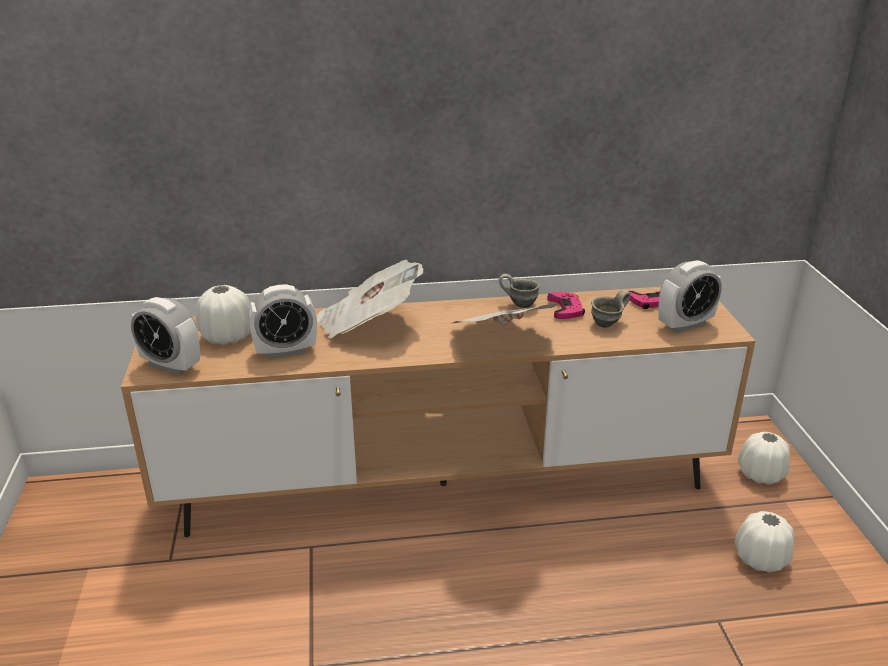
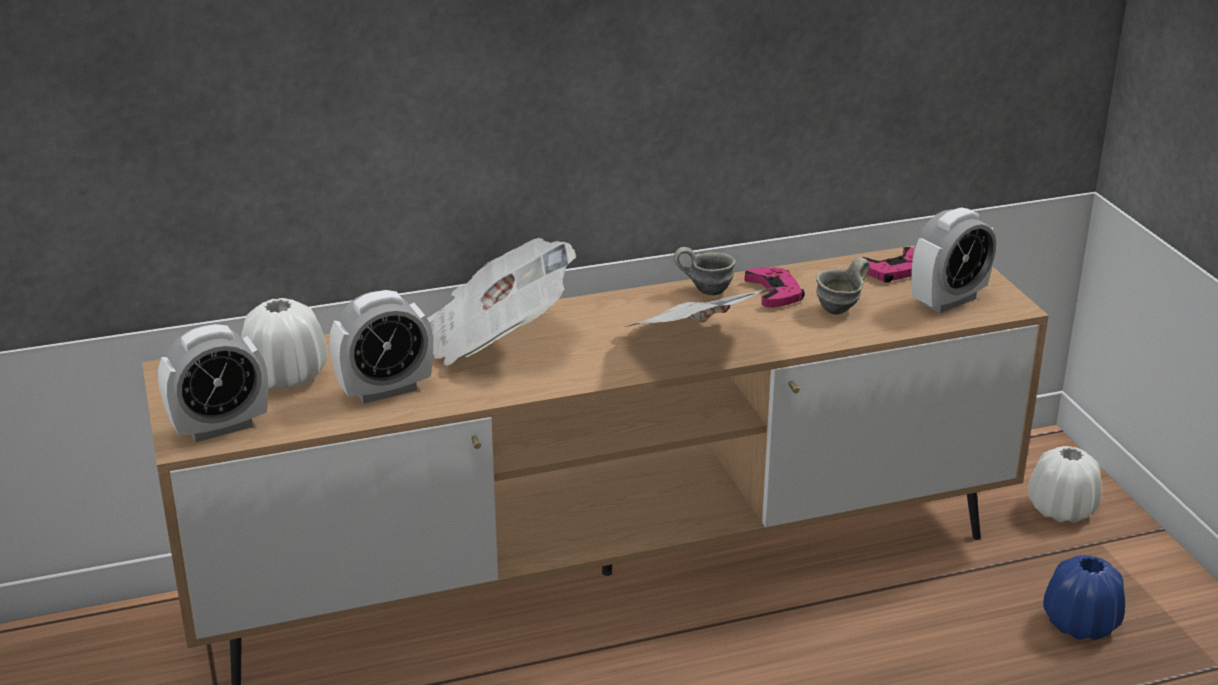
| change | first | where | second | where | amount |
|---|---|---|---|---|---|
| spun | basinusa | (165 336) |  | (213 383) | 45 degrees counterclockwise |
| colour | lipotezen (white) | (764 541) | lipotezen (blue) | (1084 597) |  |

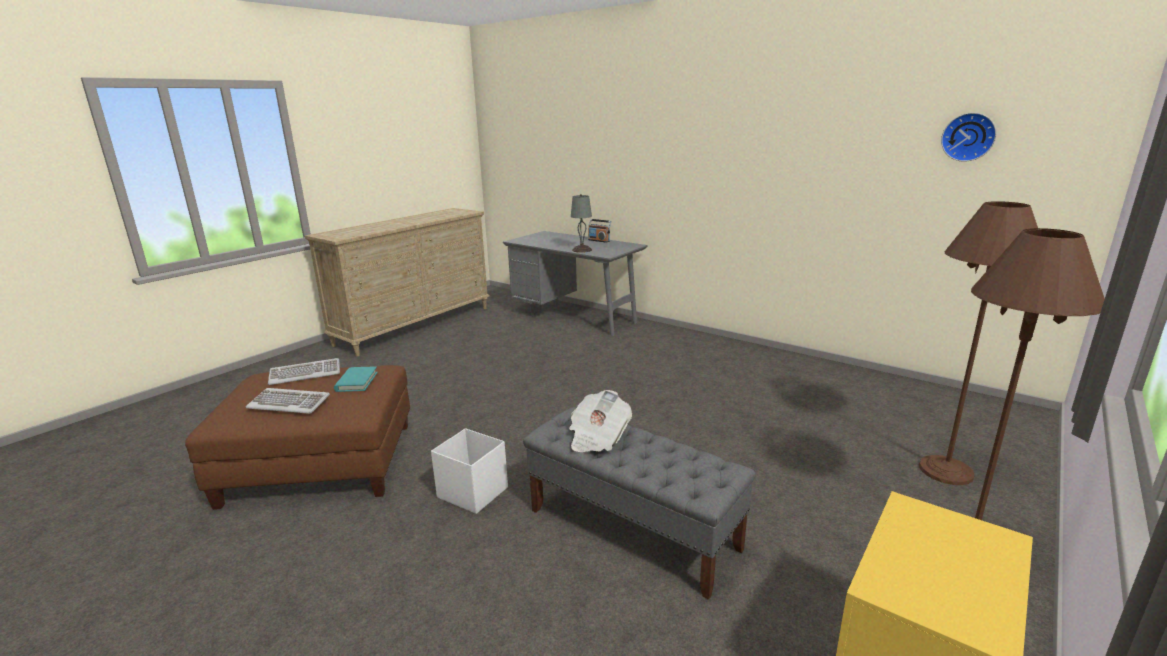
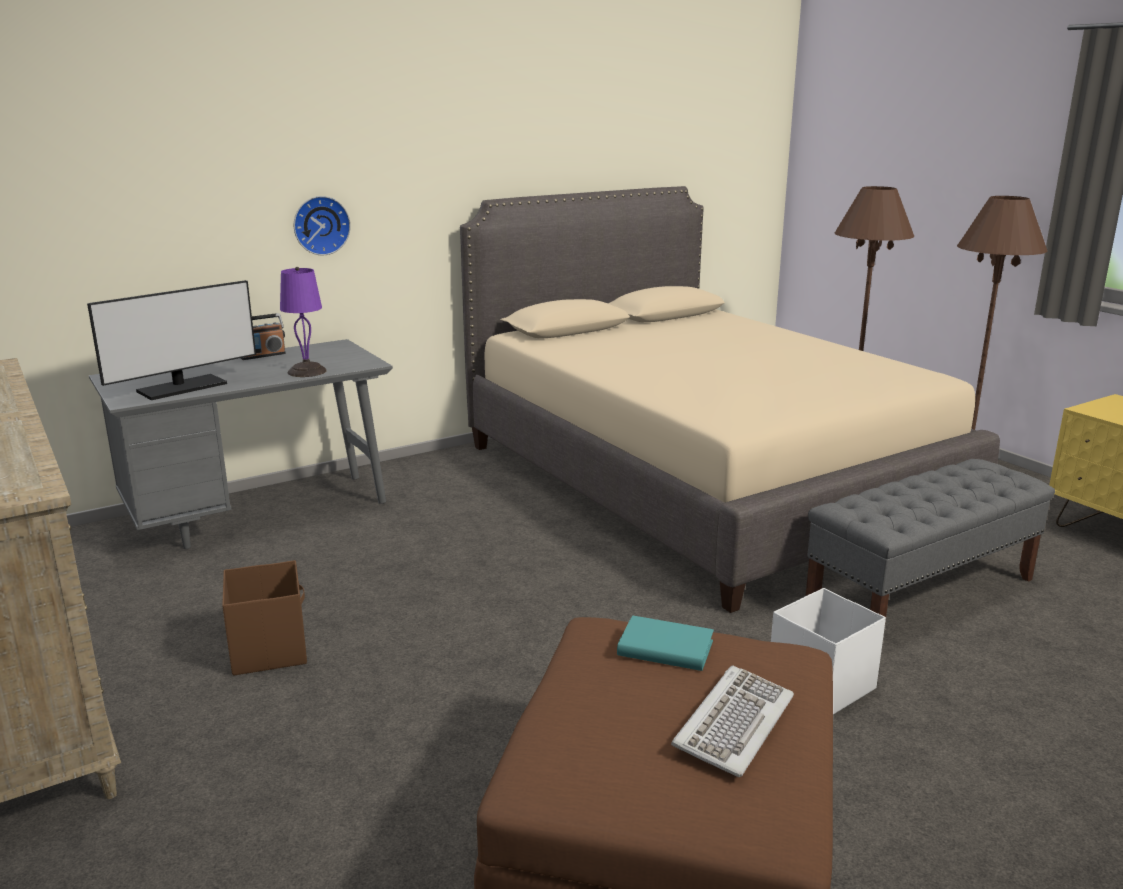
| change | first | where | second | where | amount |
|---|---|---|---|---|---|
| appeared |  |  | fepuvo | (171 340) |  |
| appeared |  |  | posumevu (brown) | (264 618) |  |
| colour | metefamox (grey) | (581 223) | metefamox (purple) | (303 322) |  |
| relocated | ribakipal | (968 137) |  | (322 225) |  |
| appeared |  |  | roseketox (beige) | (730 399) |  |
| missing | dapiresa | (304 371) |  |  |  |
| missing | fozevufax | (600 421) |  |  |  |

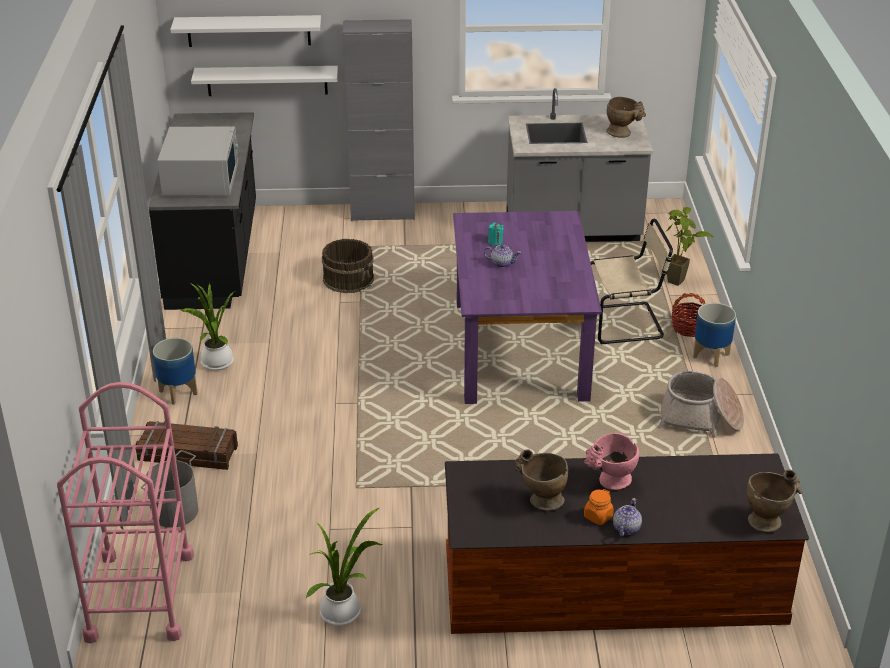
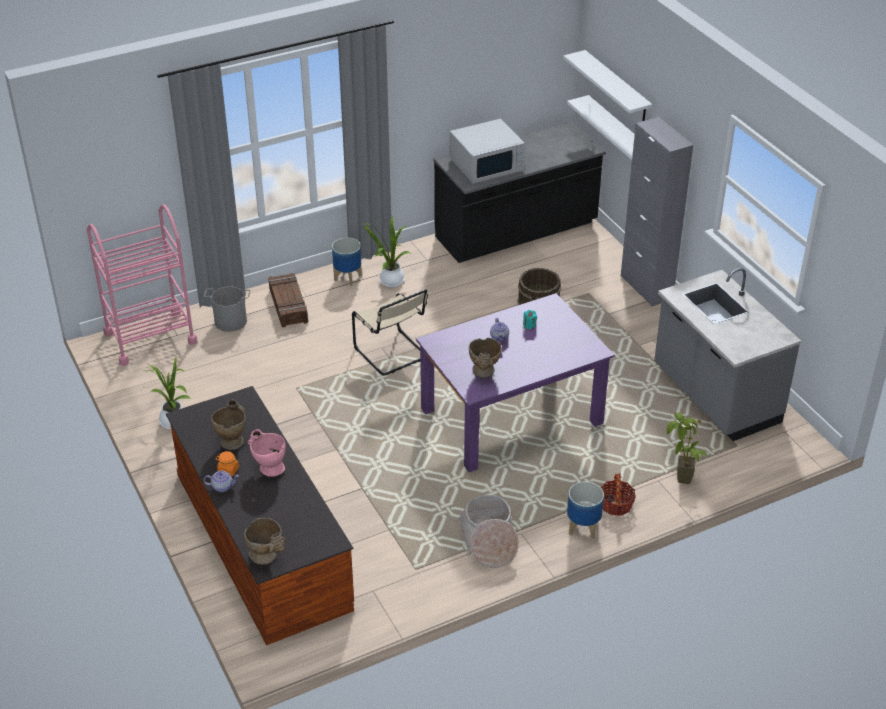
| change | first | where | second | where | amount |
|---|---|---|---|---|---|
| relocated | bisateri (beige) | (632 281) |  | (390 332) |  |
| relocated | lipotezen (beige) | (626 117) |  | (485 358) |  |

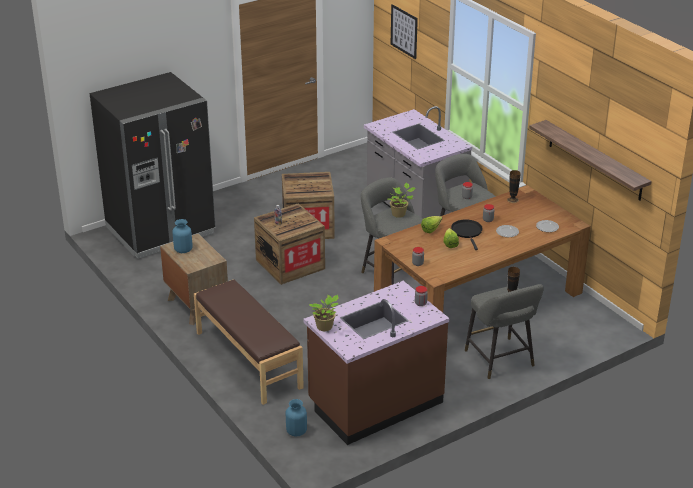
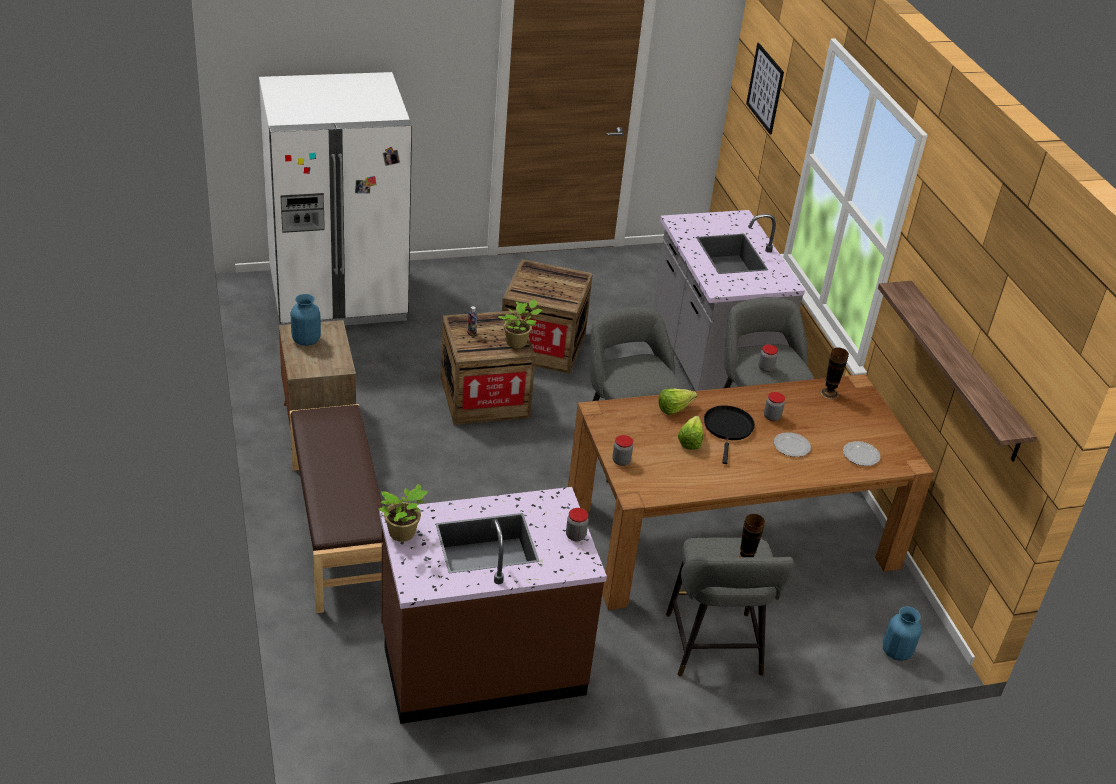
| change | first | where | second | where | amount |
|---|---|---|---|---|---|
| colour | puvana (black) | (153 165) | puvana (white) | (335 198) |  |
| relocated | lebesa | (401 200) |  | (520 323) |  |
| relocated | lipotezen (blue) | (296 418) |  | (902 633) |  |

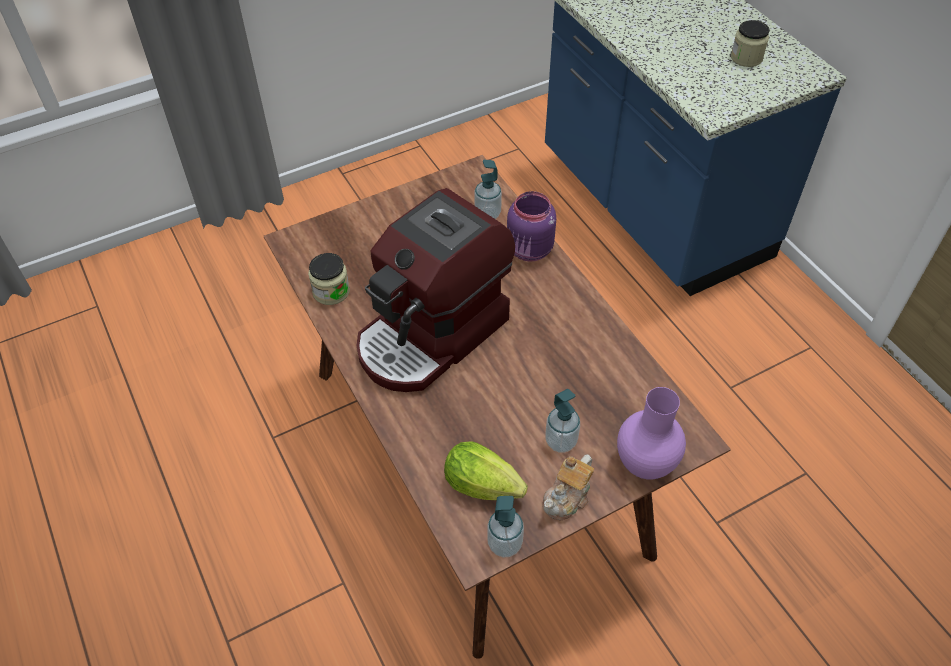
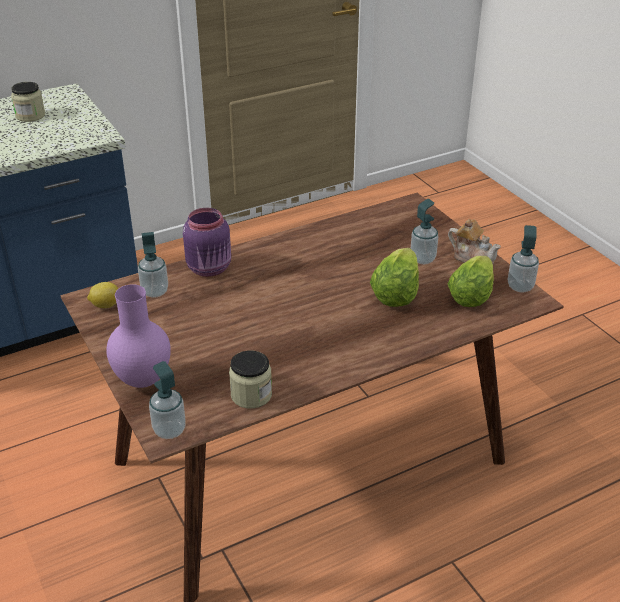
| change | first | where | second | where | amount |
|---|---|---|---|---|---|
| appeared |  |  | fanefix | (102 295) |  |
| relocated | lipotezen (purple) | (651 433) |  | (138 336) |  |
| appeared |  |  | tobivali | (167 400) |  |
| appeared |  |  | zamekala | (394 277) |  |
| missing | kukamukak | (435 290) |  |  |  |

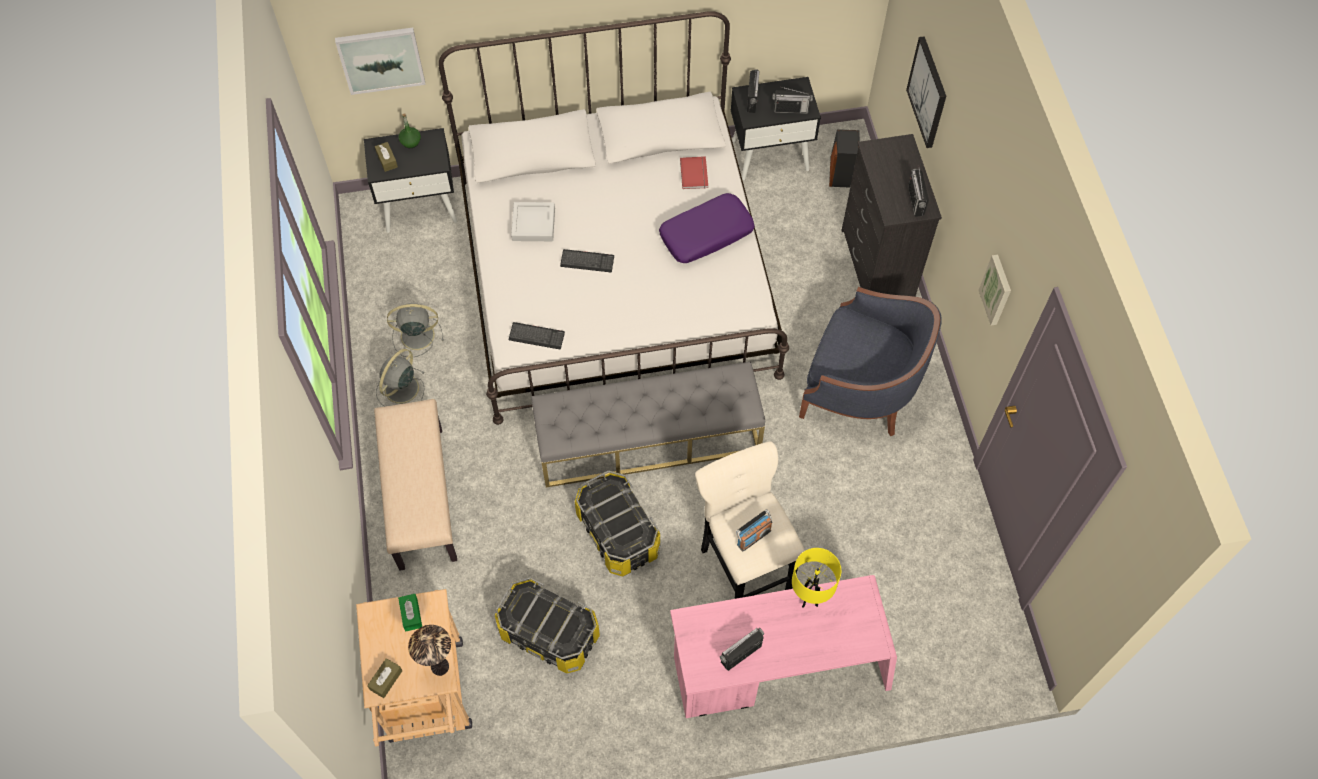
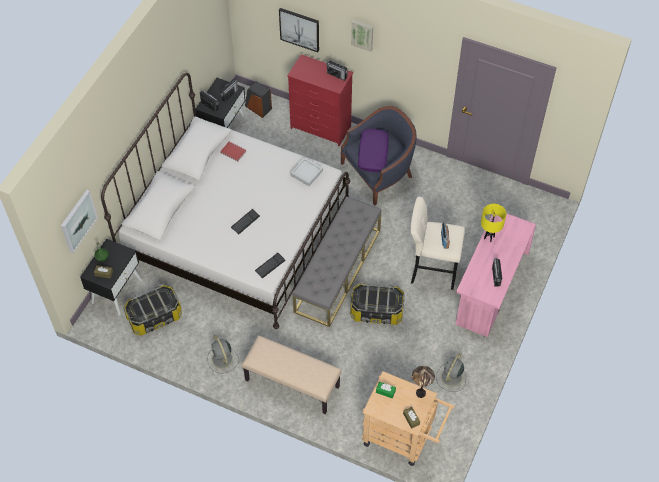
| change | first | where | second | where | amount |
|---|---|---|---|---|---|
| relocated | posumevu | (547 626) |  | (152 310) |  |
| colour | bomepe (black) | (891 215) | bomepe (red) | (320 100) |  |
| relocated | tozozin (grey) | (533 221) |  | (306 171) |  |
| relocated | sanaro | (994 290) |  | (362 36) |  |
| relocated | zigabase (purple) | (707 228) |  | (373 150) |  |
| relocated | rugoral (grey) | (415 330) |  | (451 372) |  |

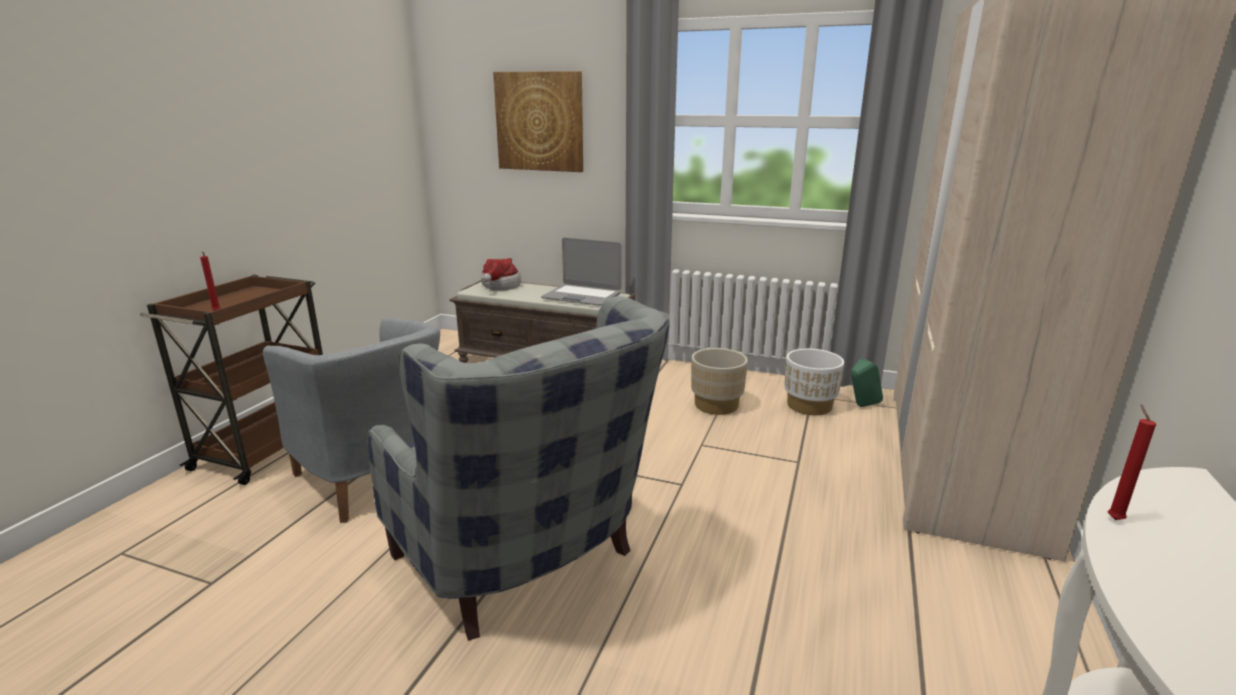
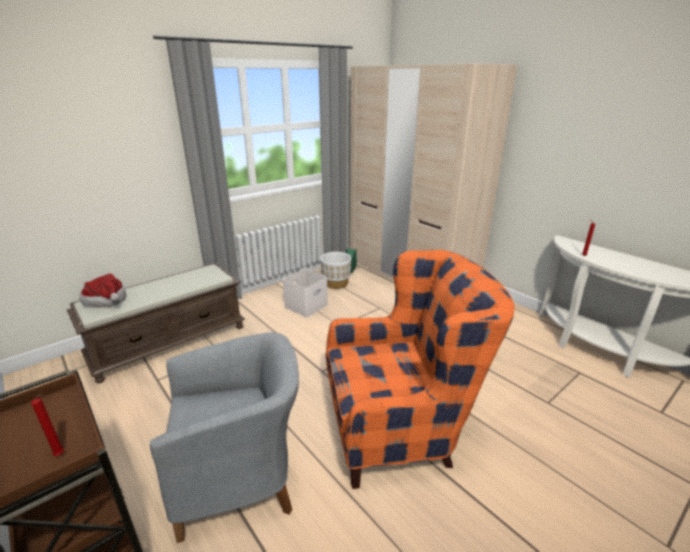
| change | first | where | second | where | amount |
|---|---|---|---|---|---|
| exchanged | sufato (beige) | (719 381) | posumevu (white) | (305 293) |  |
| colour | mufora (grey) | (518 468) | mufora (orange) | (420 369) |  |
| missing | sanaro | (538 121) |  |  |  |
| missing | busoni | (581 272) |  |  |  |

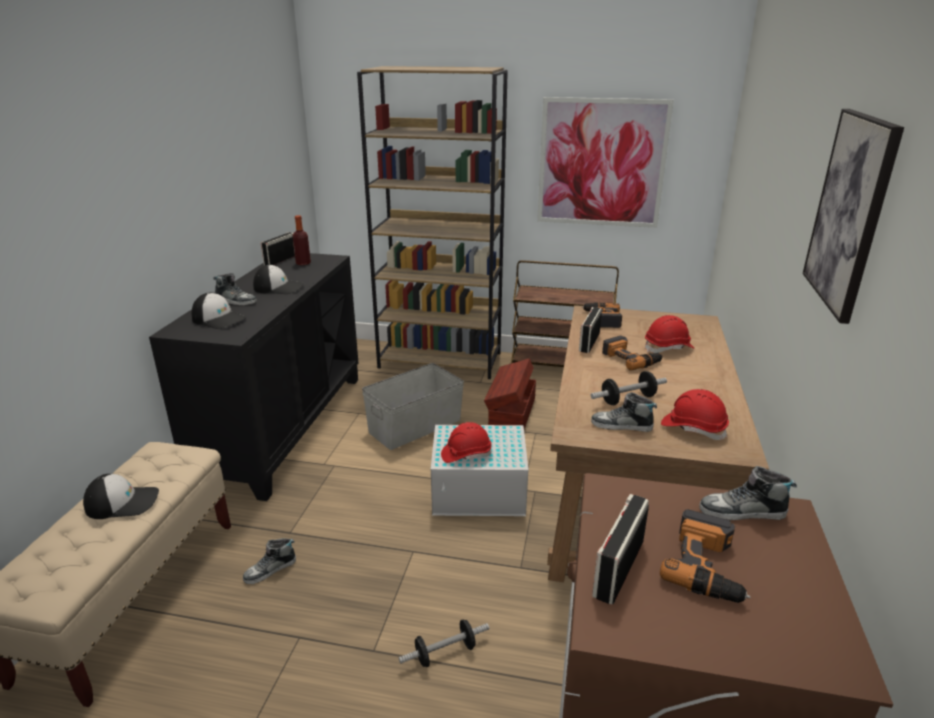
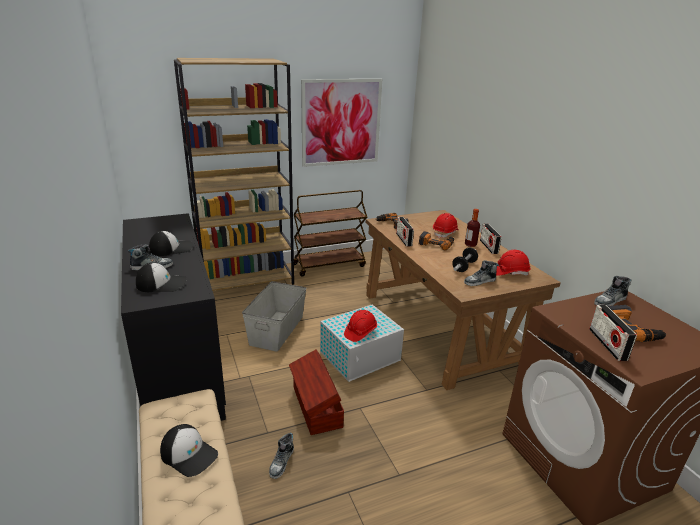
| change | first | where | second | where | amount |
|---|---|---|---|---|---|
| spun | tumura | (121 496) |  | (189 450) | 75 degrees clockwise |
| relocated | posumevu (brown) | (510 393) |  | (316 392) |  |
| relocated | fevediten | (302 240) |  | (472 228) |  |
| relocated | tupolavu | (278 249) |  | (491 239) |  |
| missing | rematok | (444 643) |  |  |  |
| missing | sanaro | (853 216) |  |  |  |

